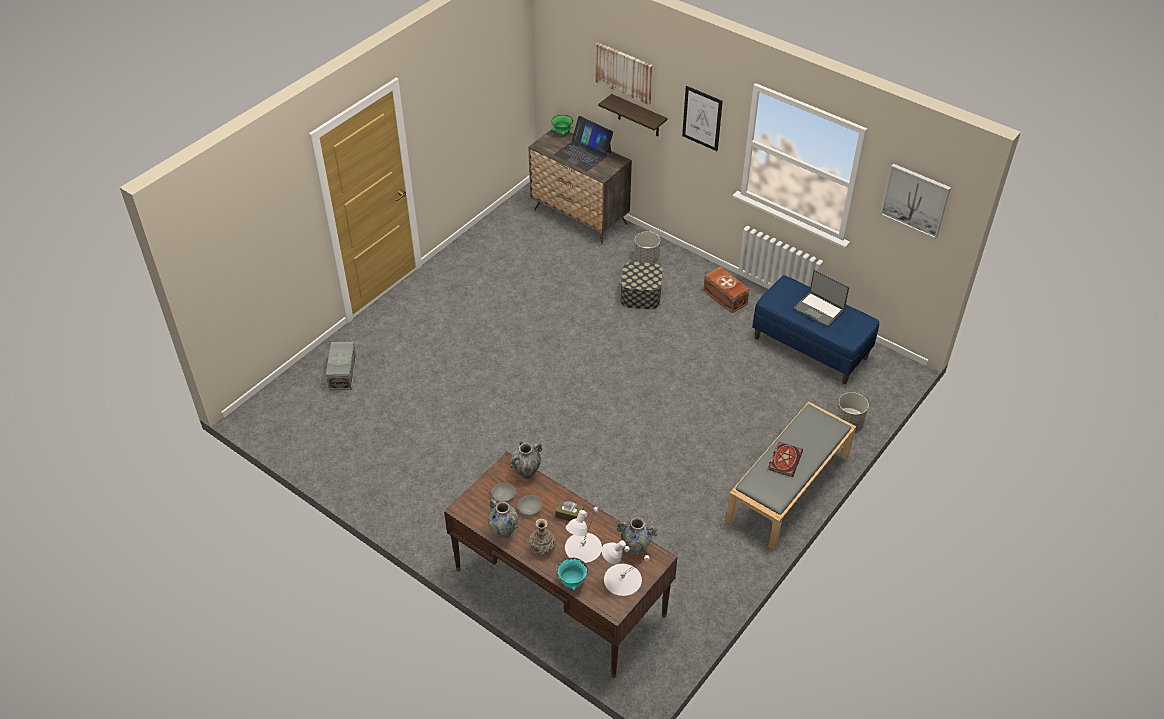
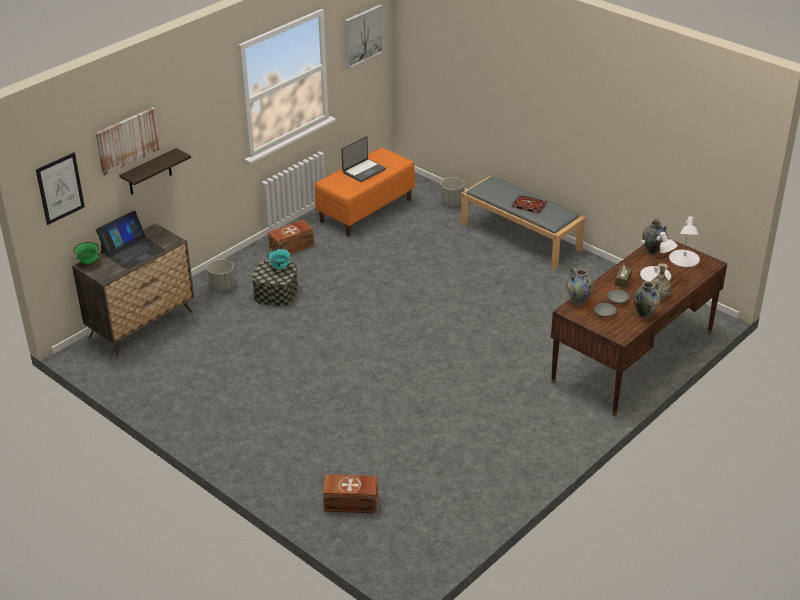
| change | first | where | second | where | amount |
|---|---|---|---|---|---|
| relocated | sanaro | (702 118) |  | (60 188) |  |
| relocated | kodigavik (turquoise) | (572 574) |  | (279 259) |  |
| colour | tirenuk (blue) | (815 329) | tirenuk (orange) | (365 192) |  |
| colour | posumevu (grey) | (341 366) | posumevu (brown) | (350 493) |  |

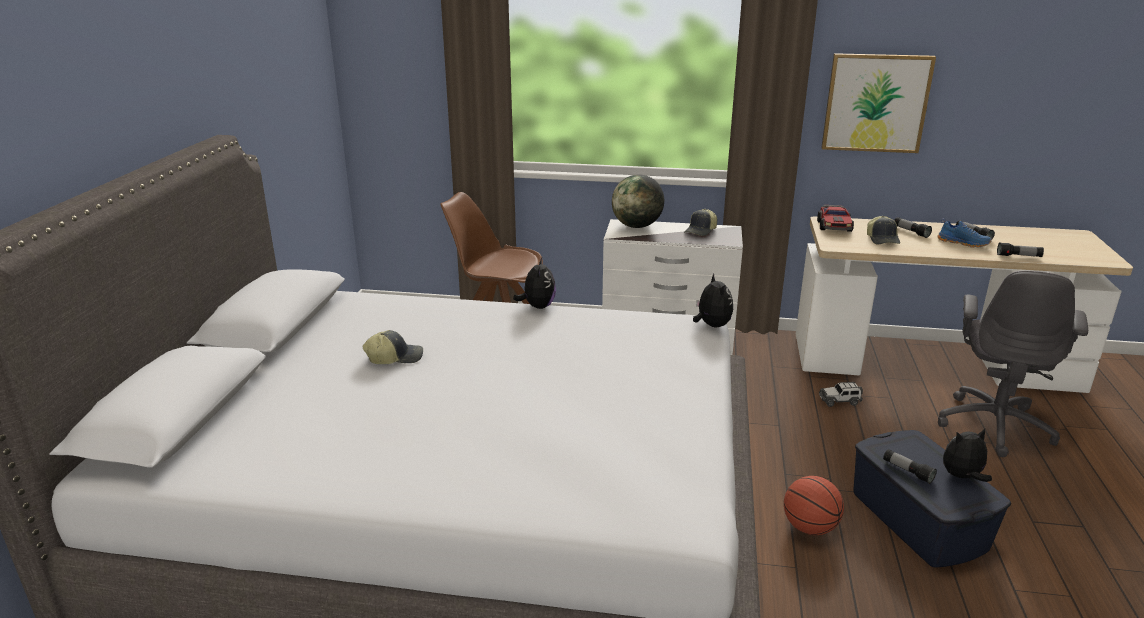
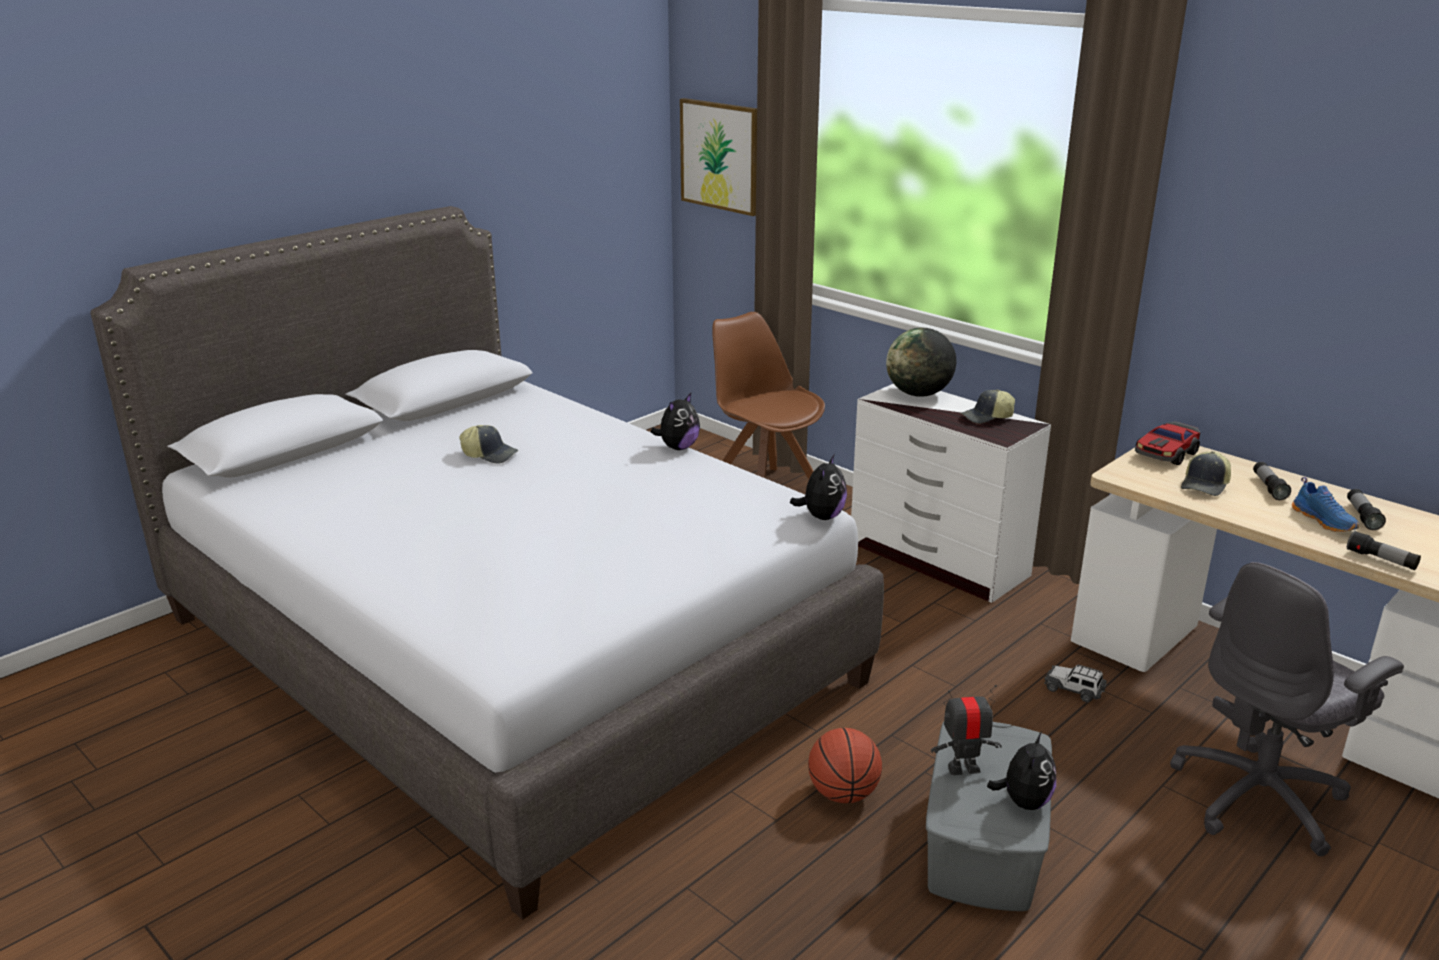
| change | first | where | second | where | amount |
|---|---|---|---|---|---|
| relocated | sanaro | (878 103) |  | (718 157) |  |
| colour | posumevu (blue) | (932 498) | posumevu (grey) | (989 816) |  |
| exchanged | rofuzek | (910 466) | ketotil | (966 730) |  |
| spun | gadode | (967 455) |  | (1021 770) | 90 degrees clockwise |

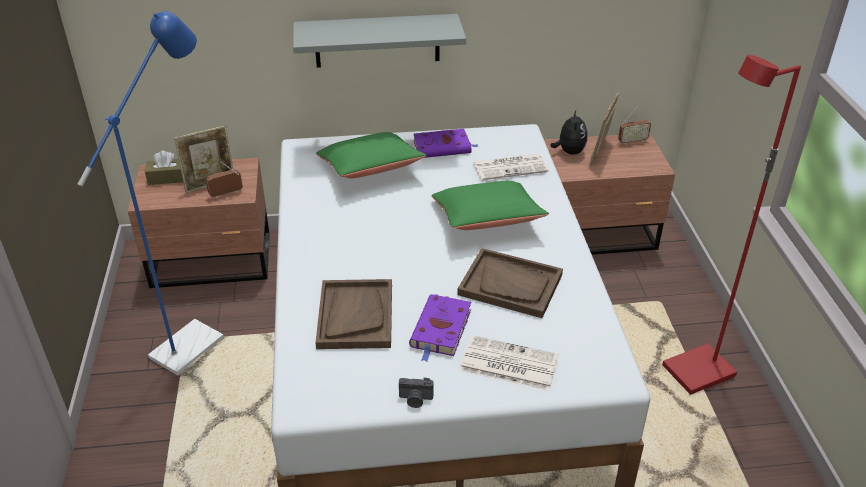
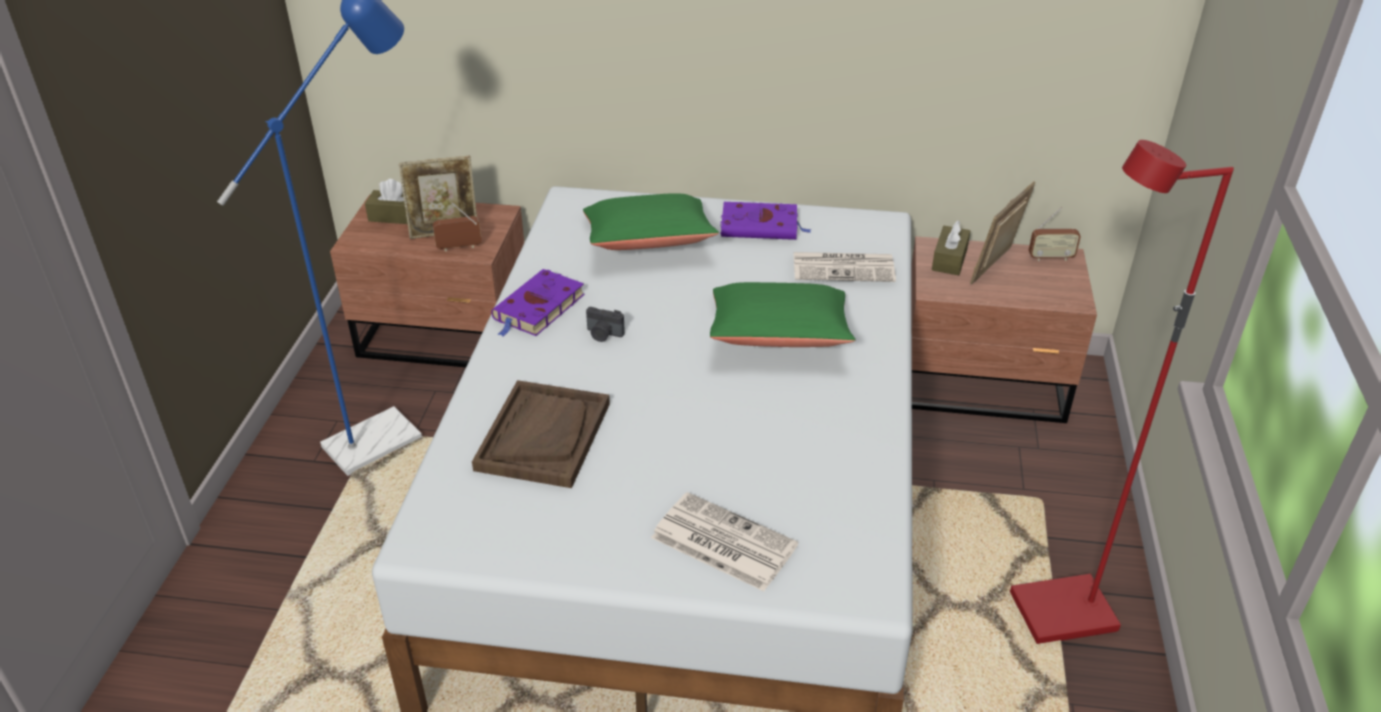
| change | first | where | second | where | amount |
|---|---|---|---|---|---|
| relocated | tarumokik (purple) | (440 328) |  | (538 303) |  |
| relocated | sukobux | (416 393) |  | (605 324) |  |
| exchanged | gadode | (569 132) | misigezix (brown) | (951 248) |  |
| missing | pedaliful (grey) | (379 41) |  |  |  |
| missing | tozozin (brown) | (510 283) |  |  |  |

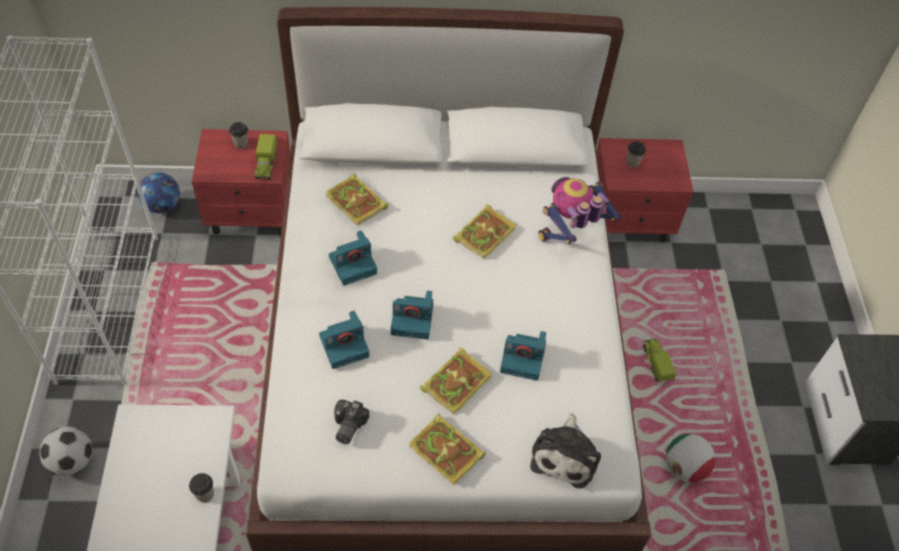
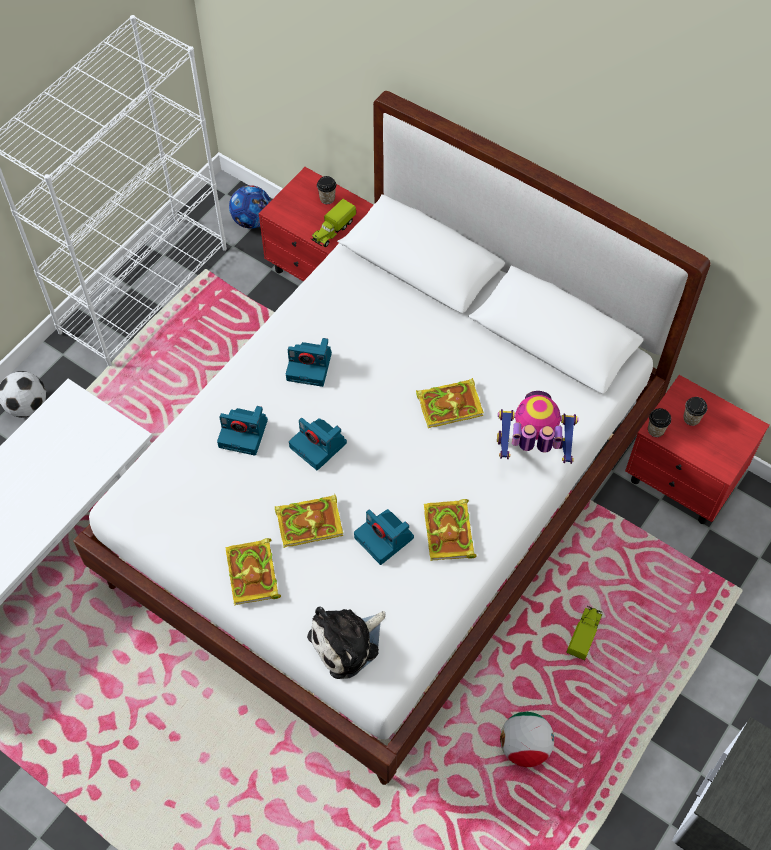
| change | first | where | second | where | amount |
|---|---|---|---|---|---|
| relocated | tarumokik | (357 200) |  | (450 530) |  |
| relocated | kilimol | (201 487) |  | (659 422) |  |
| missing | sukobux | (351 422) |  |  |  |

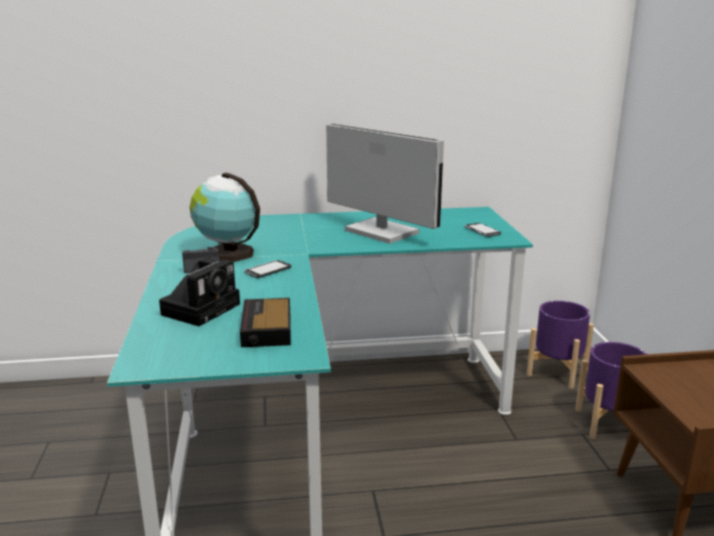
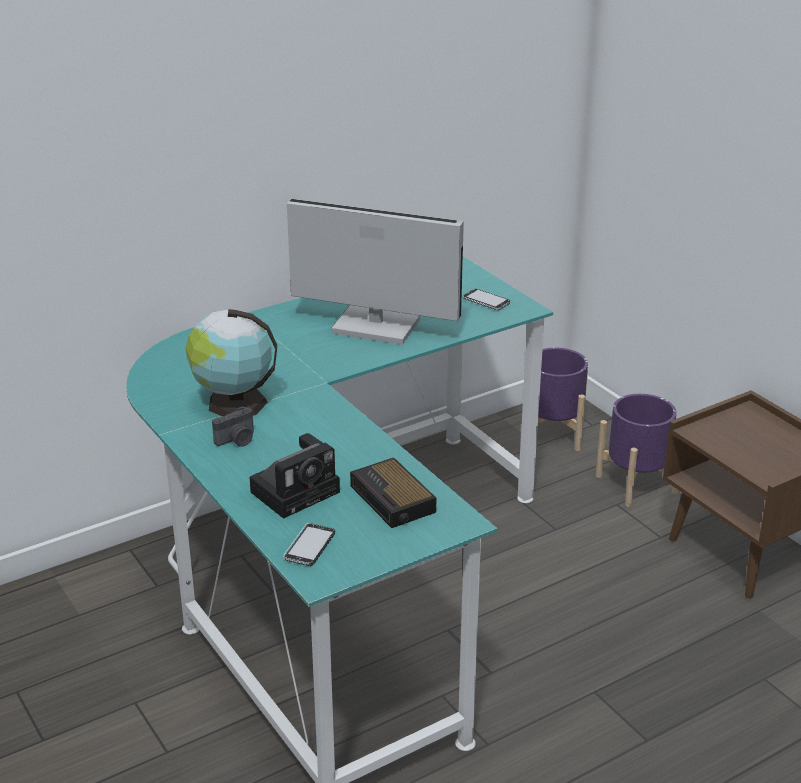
| change | first | where | second | where | amount |
|---|---|---|---|---|---|
| spun | sukobux | (199 292) |  | (294 476) | 45 degrees clockwise |
| relocated | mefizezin | (267 269) |  | (309 544) |  |

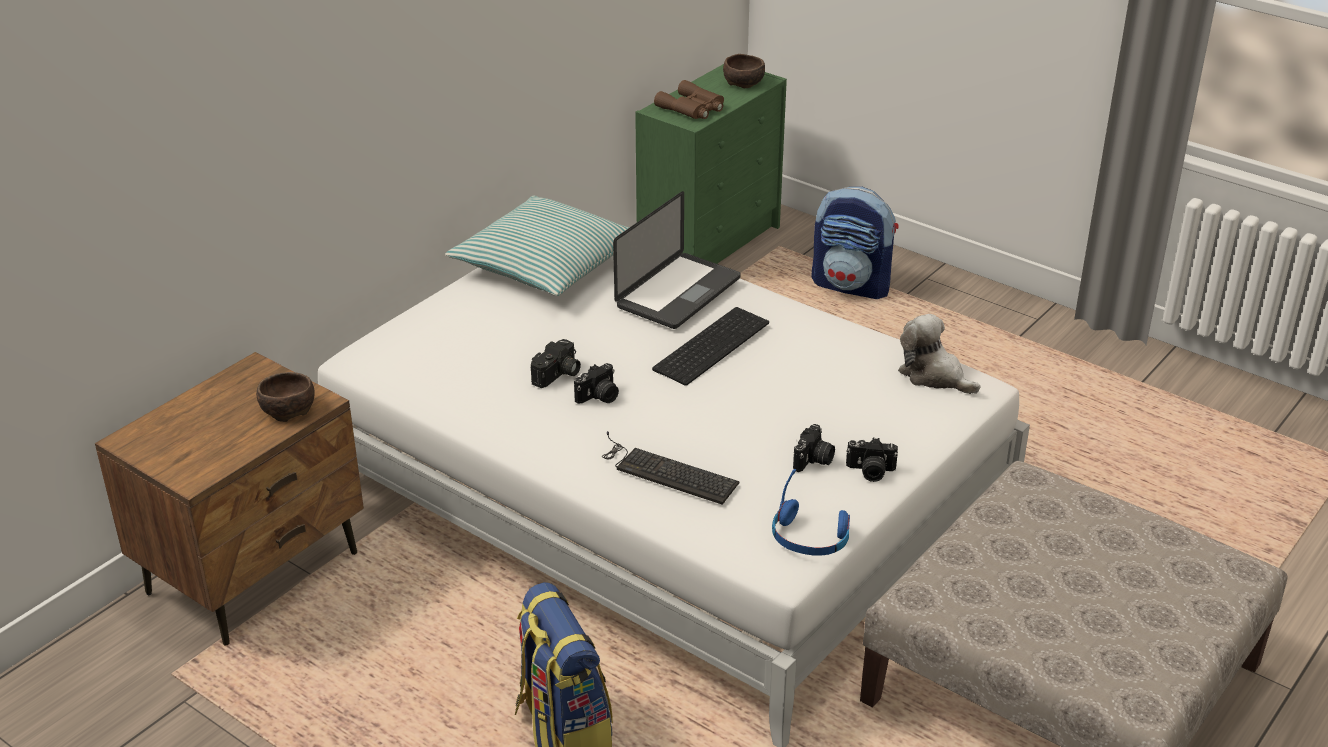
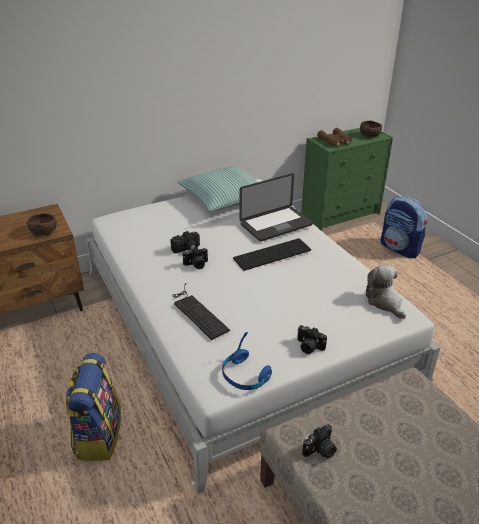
| change | first | where | second | where | amount |
|---|---|---|---|---|---|
| relocated | sukobux | (814 448) |  | (319 441) |  |

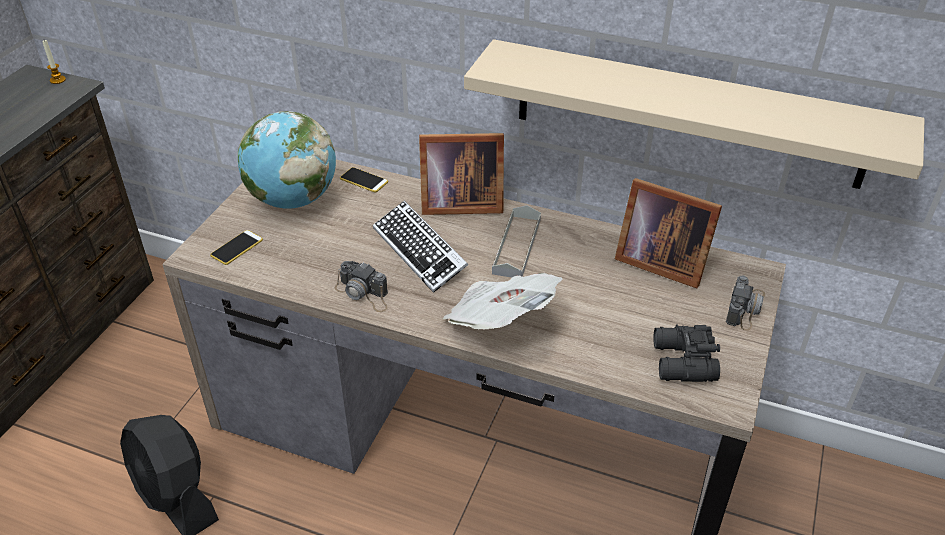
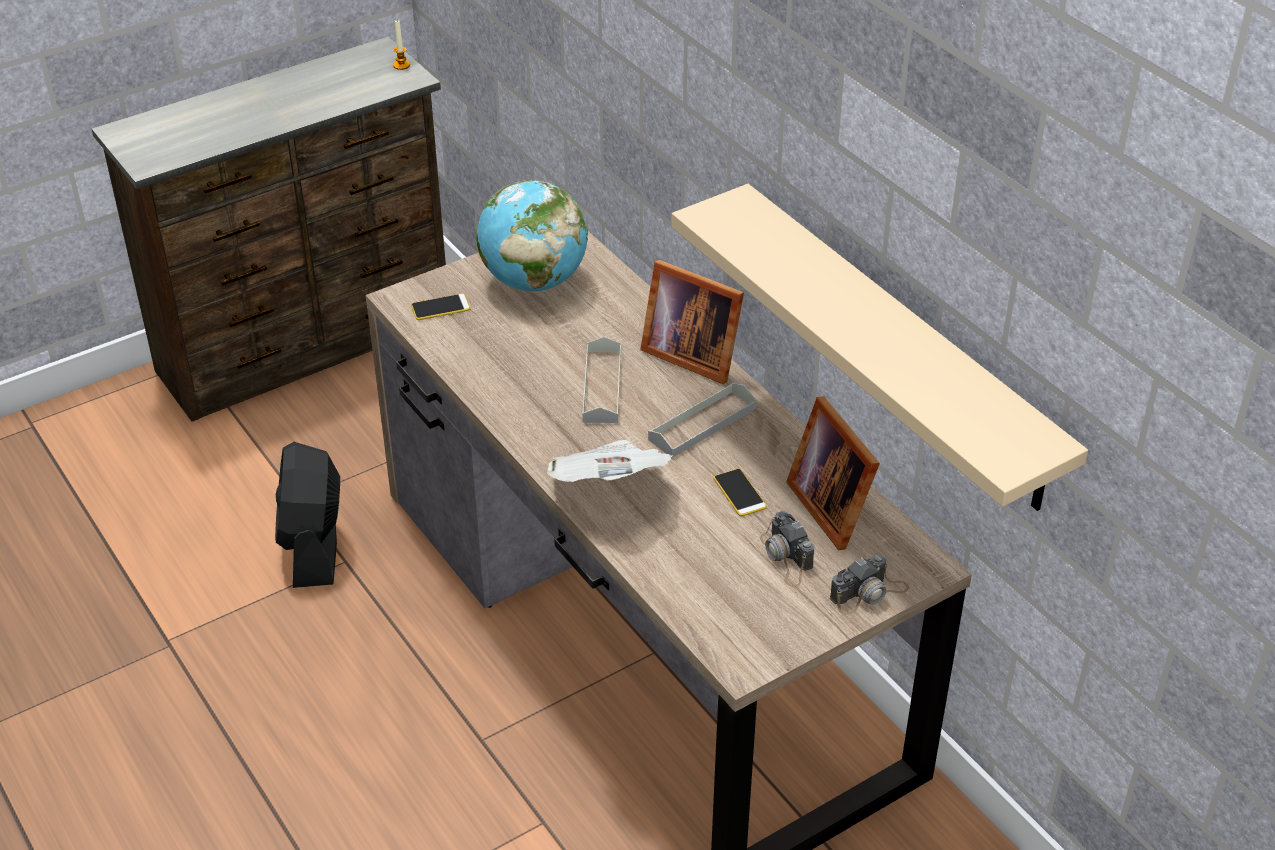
| change | first | where | second | where | amount |
|---|---|---|---|---|---|
| exchanged | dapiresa | (420 247) | tozozin (grey) | (601 380) |  |
| relocated | mefizezin | (364 180) |  | (740 492) |  |
| relocated | sukobux | (361 286) |  | (787 549) |  |
| missing | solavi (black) | (686 353) |  |  |  |

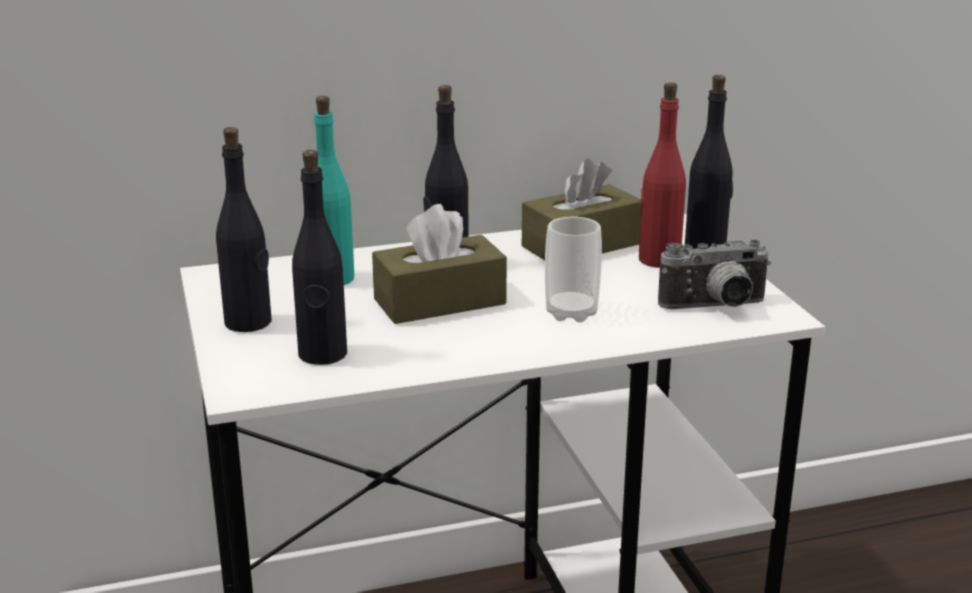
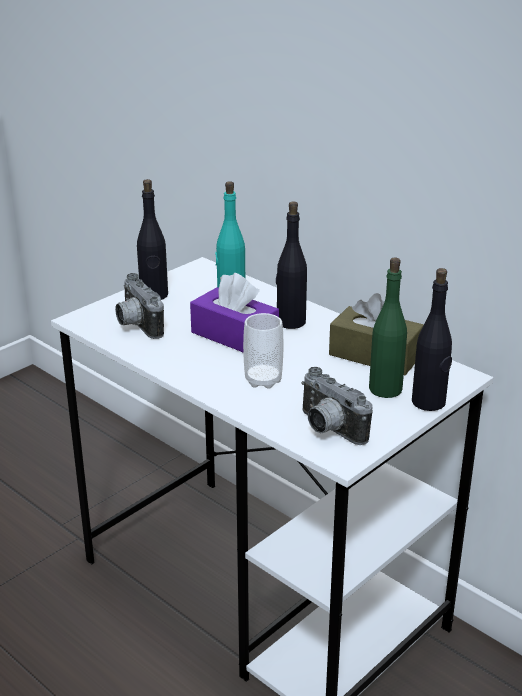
| change | first | where | second | where | amount |
|---|---|---|---|---|---|
| exchanged | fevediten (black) | (319 257) | sukobux | (139 306) |  |
| colour | misigezix (brown) | (439 264) | misigezix (purple) | (234 312) |  |
| colour | fevediten (red) | (662 175) | fevediten (green) | (388 327) |  |

